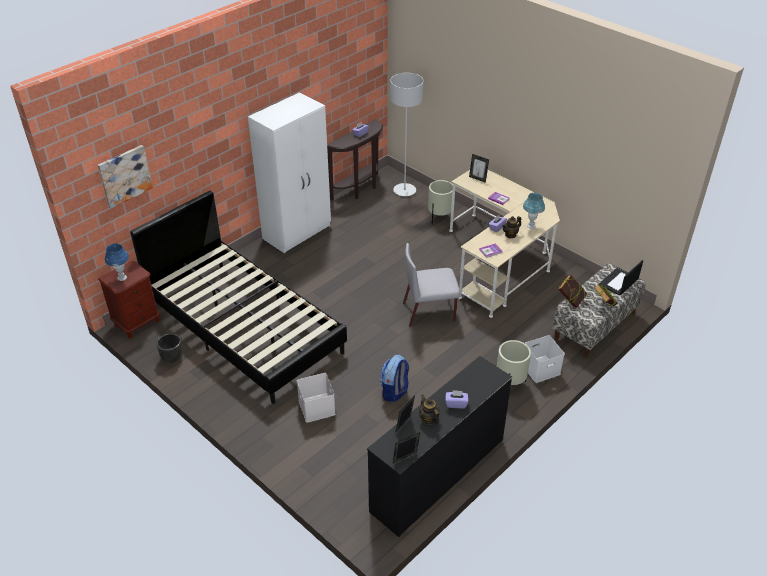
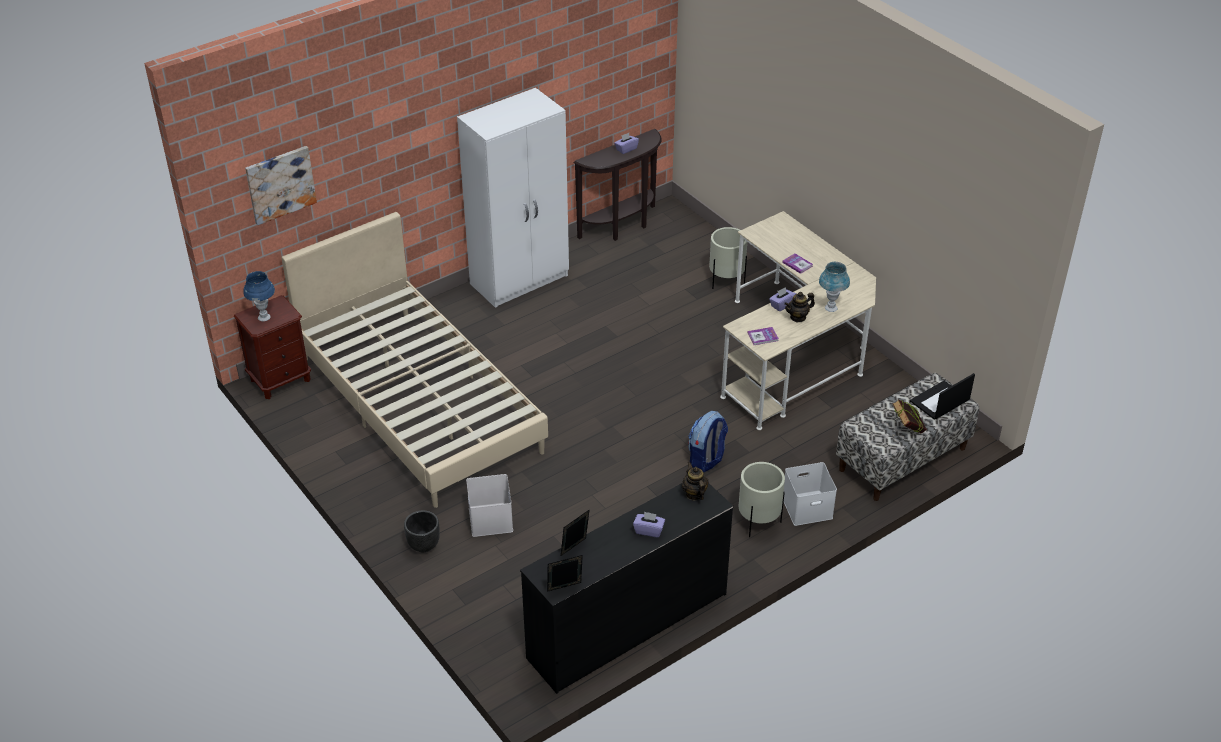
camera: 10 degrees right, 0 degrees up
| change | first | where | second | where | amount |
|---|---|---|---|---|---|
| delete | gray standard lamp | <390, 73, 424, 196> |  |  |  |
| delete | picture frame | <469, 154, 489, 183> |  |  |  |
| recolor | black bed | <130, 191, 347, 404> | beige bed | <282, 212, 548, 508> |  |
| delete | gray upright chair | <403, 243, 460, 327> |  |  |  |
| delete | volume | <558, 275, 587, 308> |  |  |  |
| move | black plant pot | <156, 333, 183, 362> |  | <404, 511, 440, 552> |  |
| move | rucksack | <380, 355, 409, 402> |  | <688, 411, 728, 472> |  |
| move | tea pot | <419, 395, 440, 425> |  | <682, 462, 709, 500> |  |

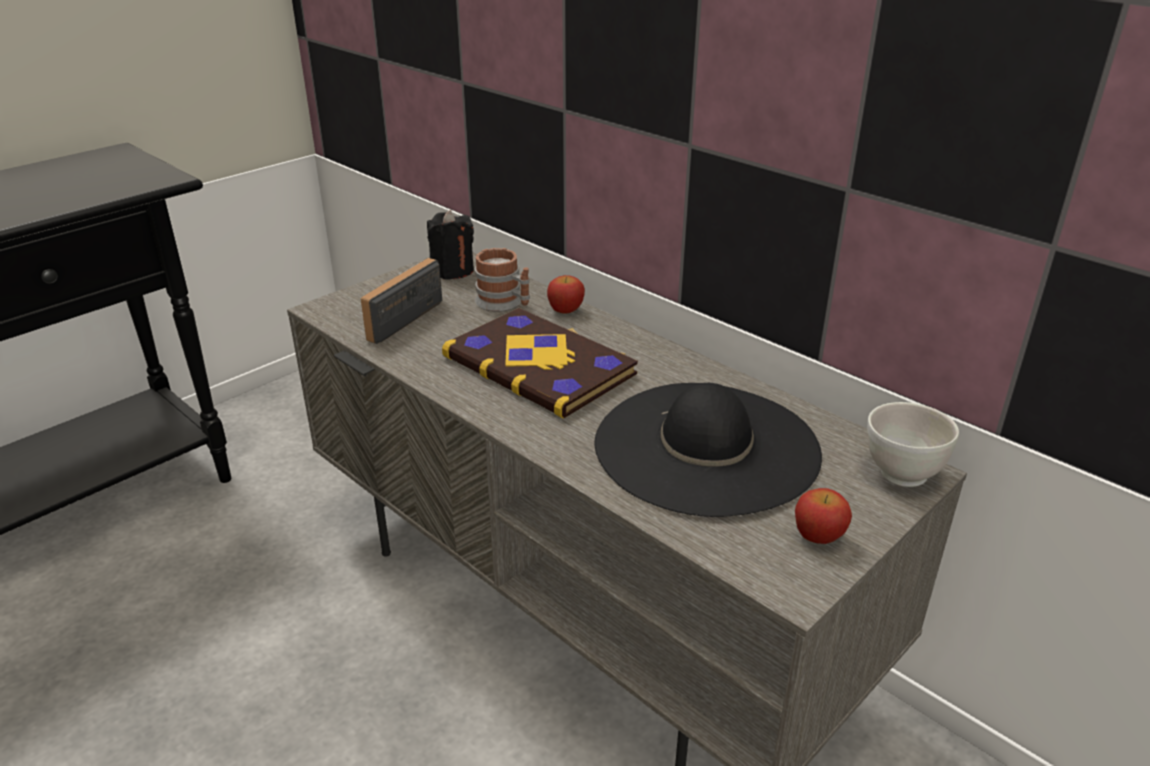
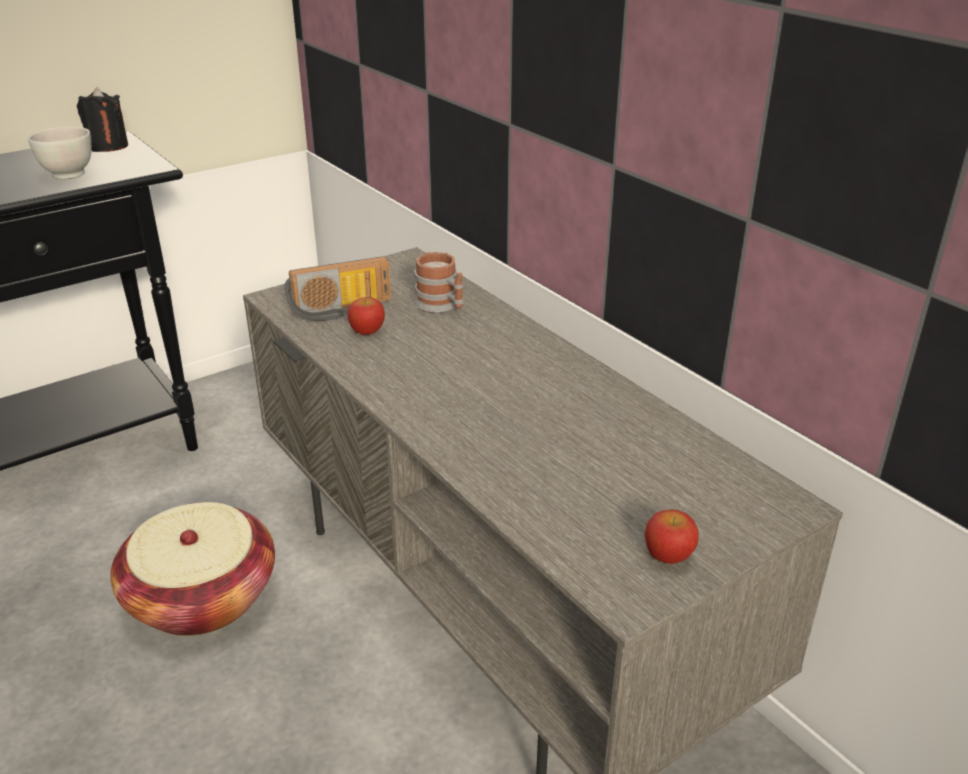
camera: 10 degrees right, 0 degrees up
| change | first | where | second | where | amount |
|---|---|---|---|---|---|
| move | black wax candle | <427, 210, 474, 280> |  | <77, 87, 128, 152> |  |
| rotate | radio receiver | <361, 258, 442, 344> |  | <285, 256, 391, 321> | 150 degrees counterclockwise |
| move | apple fruit | <547, 275, 585, 314> |  | <348, 297, 385, 335> |  |
| delete | volume | <442, 308, 638, 418> |  |  |  |
| delete | black wearable hat | <595, 383, 822, 517> |  |  |  |
| move | white-coloured serving bowl | <867, 402, 959, 487> |  | <28, 127, 92, 179> |  |
| insert |  |  | basket | <111, 502, 275, 636> |  |

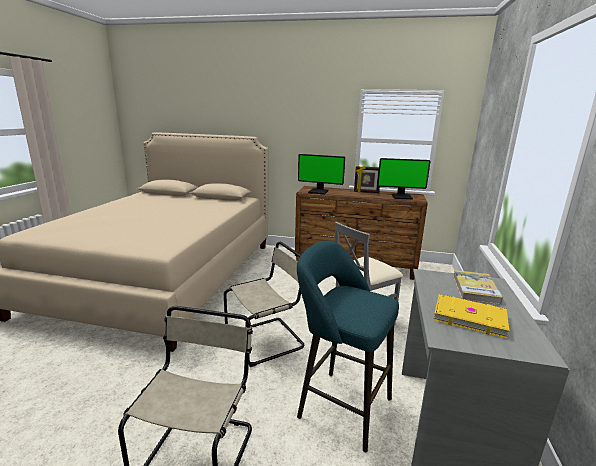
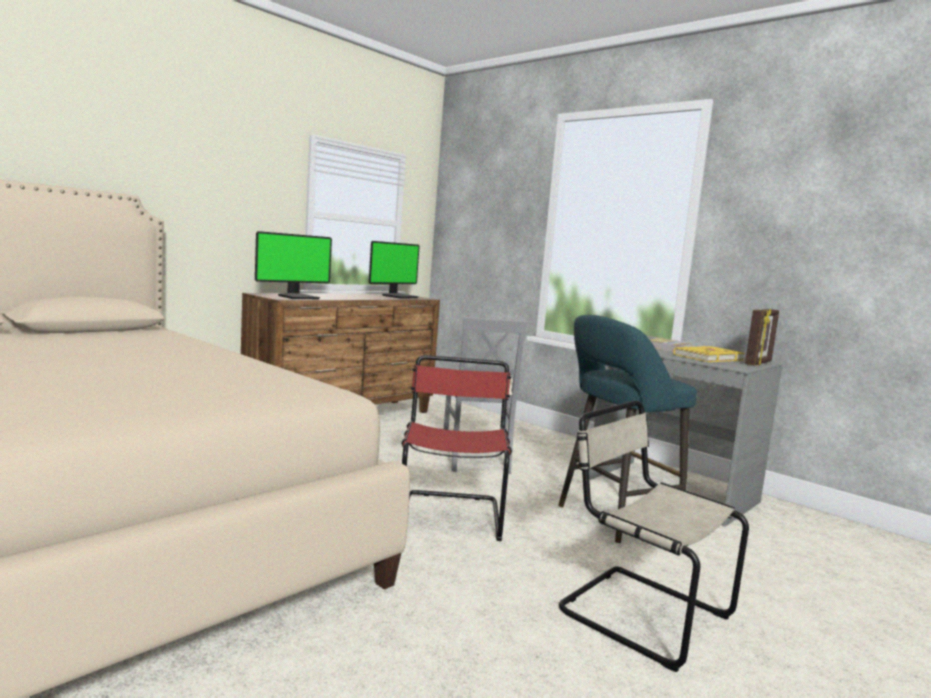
camera: 60 degrees left, 10 degrees down
| change | first | where | second | where | amount |
|---|---|---|---|---|---|
| move | picture frame | <354, 166, 380, 193> |  | <745, 309, 779, 366> |  |
| recolor | beige upright chair | <224, 242, 304, 367> | reddish upright chair | <401, 355, 512, 541> |  |

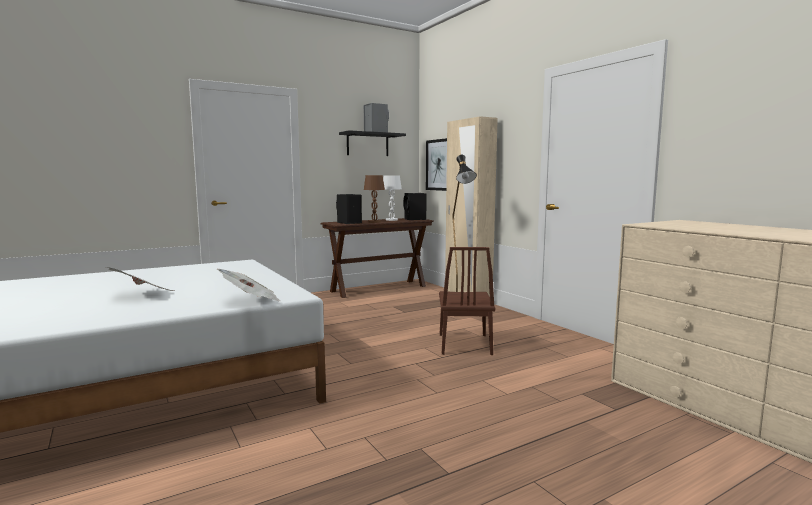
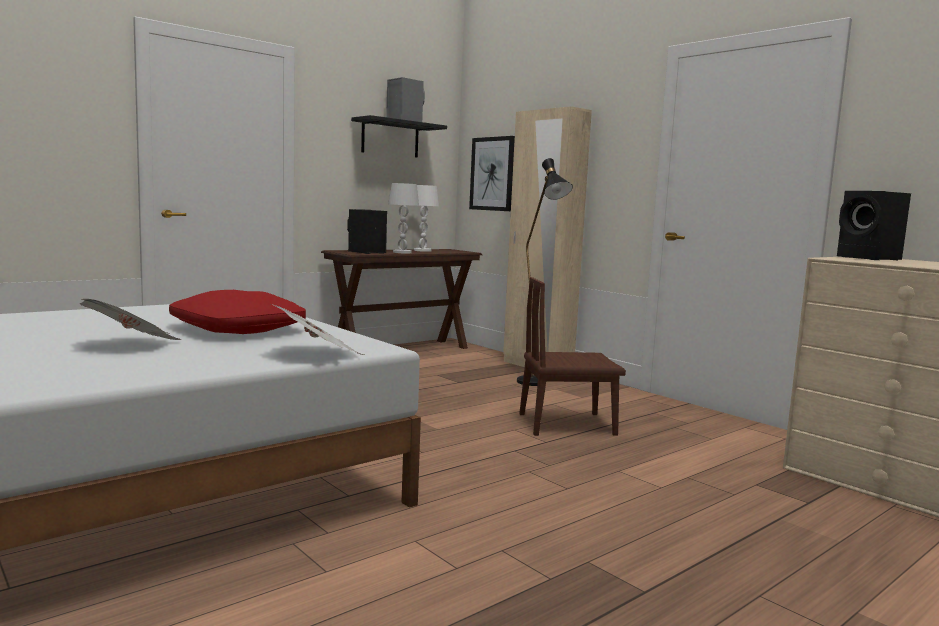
camera: 10 degrees left, 0 degrees up
| change | first | where | second | where | amount |
|---|---|---|---|---|---|
| recolor | brown-coloured lamp for a table | <364, 175, 385, 223> | white-coloured lamp for a table | <388, 183, 419, 253> |  |
| move | black audio speaker | <403, 193, 426, 220> |  | <837, 191, 911, 260> |  |
| rotate | brown-coloured upright chair | <439, 247, 495, 355> |  | <520, 277, 626, 436> | 90 degrees clockwise |
| insert |  |  | reddish cushion | <169, 290, 306, 334> |  |

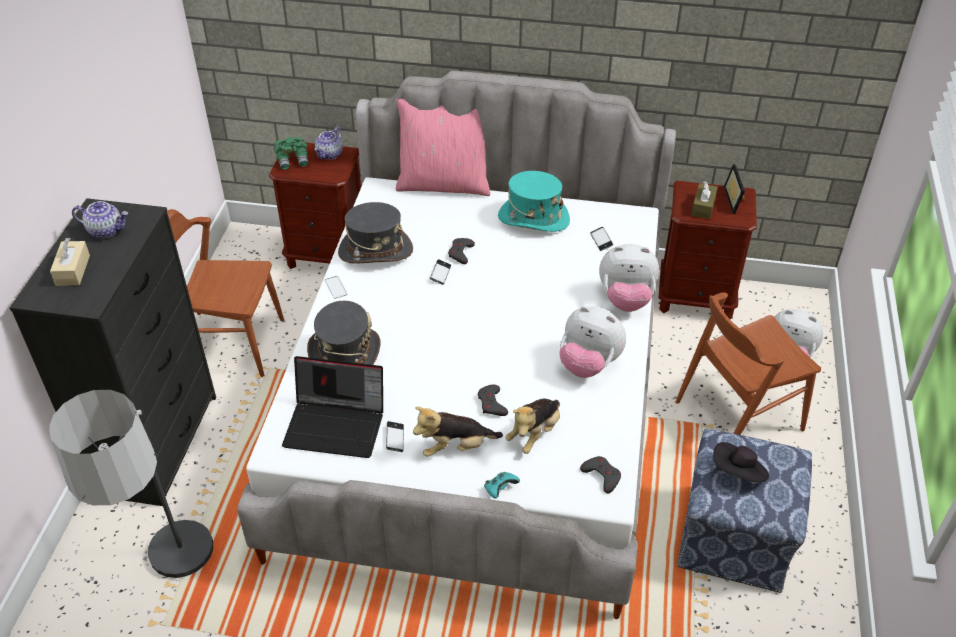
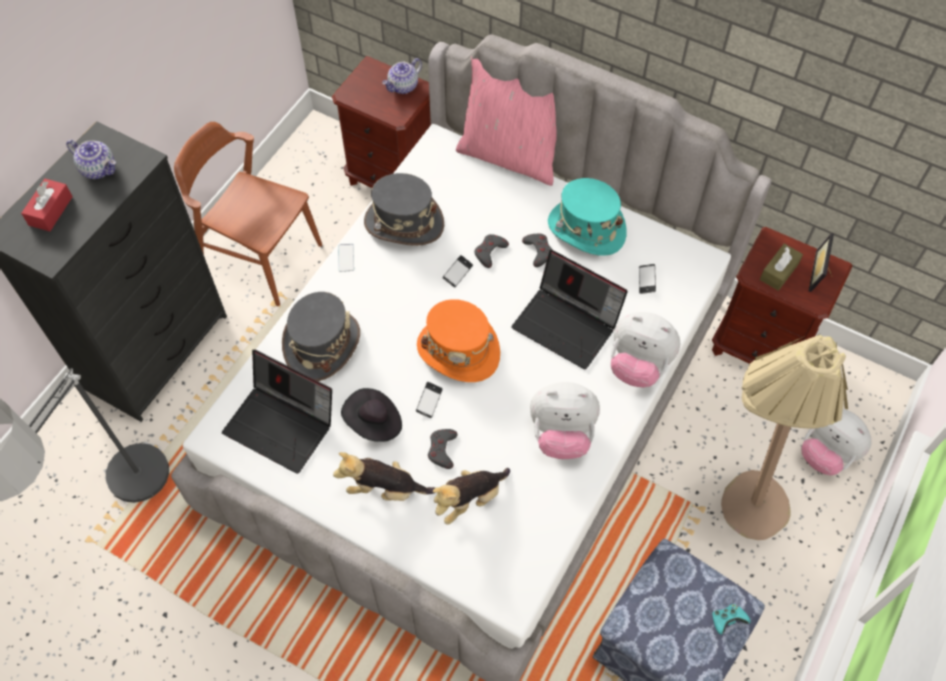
camera: 20 degrees right, 15 degrees up
| change | first | where | second | where | amount |
|---|---|---|---|---|---|
| delete | green binoculars | <274, 136, 308, 170> |  |  |  |
| recolor | beige tissue holder | <50, 238, 90, 286> | reddish tissue holder | <21, 179, 73, 231> |  |
| replace | brown-coloured upright chair | <676, 292, 821, 435> | beige standard lamp | <721, 334, 848, 540> |  |
| rotate | cuddly toy | <559, 306, 626, 378> |  | <530, 382, 600, 459> | 45 degrees counterclockwise |
| move | handset | <386, 421, 404, 452> |  | <416, 382, 443, 418> |  |
| move | black wearable hat | <713, 442, 769, 482> |  | <341, 388, 402, 442> |  |
| move | gray gamepad | <580, 456, 621, 493> |  | <522, 234, 553, 267> |  |
| move | turquoise gamepad | <484, 472, 520, 499> |  | <712, 604, 751, 635> |  |
| insert |  |  | laptop | <511, 250, 628, 369> |  |
| insert |  |  | orange wearable hat | <417, 299, 500, 382> |  |

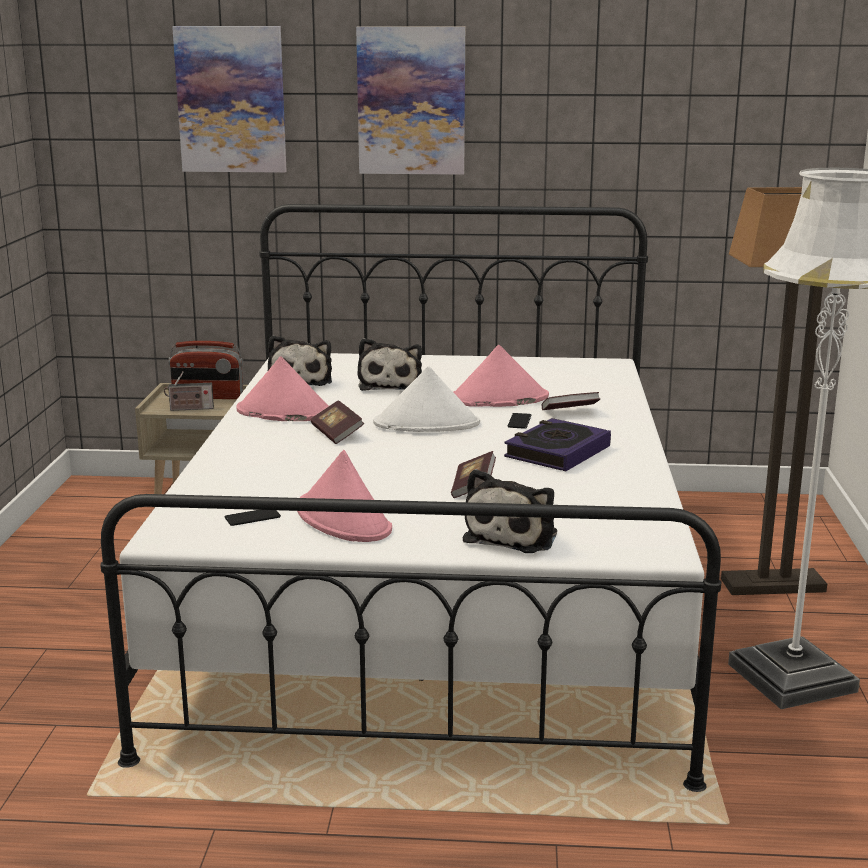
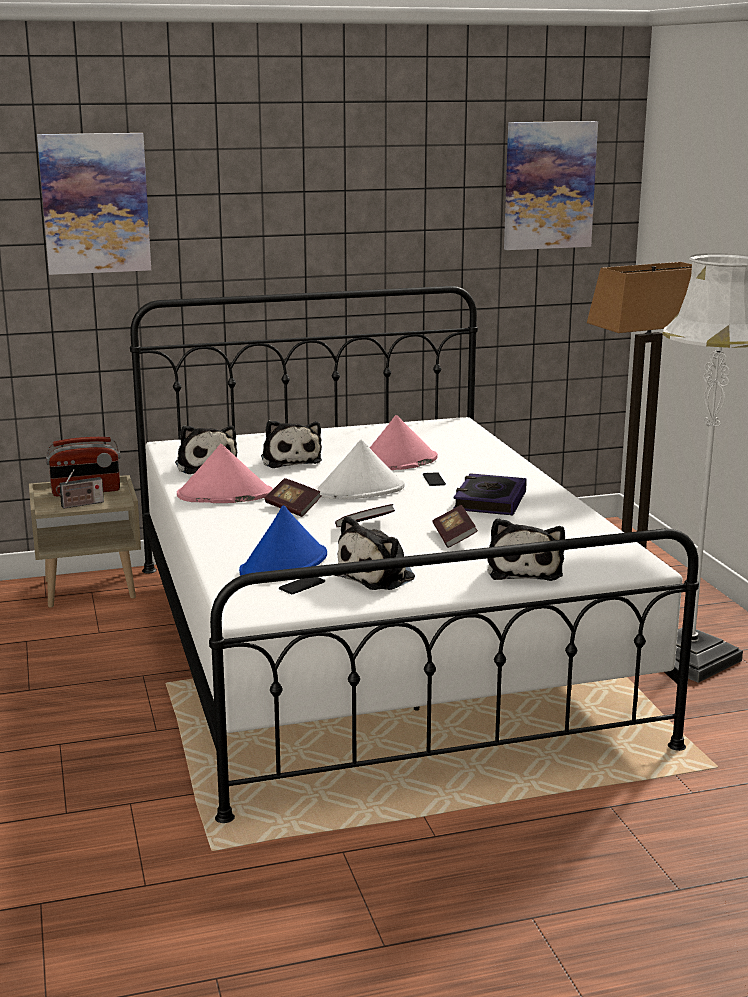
camera: 20 degrees left, 0 degrees up
| change | first | where | second | where | amount |
|---|---|---|---|---|---|
| move | wall picture | <356, 27, 465, 175> |  | <504, 121, 598, 250> |  |
| move | volume | <541, 392, 600, 410> |  | <335, 504, 395, 527> |  |
| replace | pinkish wearable hat | <297, 450, 392, 542> | cuddly toy | <335, 516, 415, 590> |  |
| insert |  |  | blue-coloured wearable hat | <239, 505, 327, 576> |  |

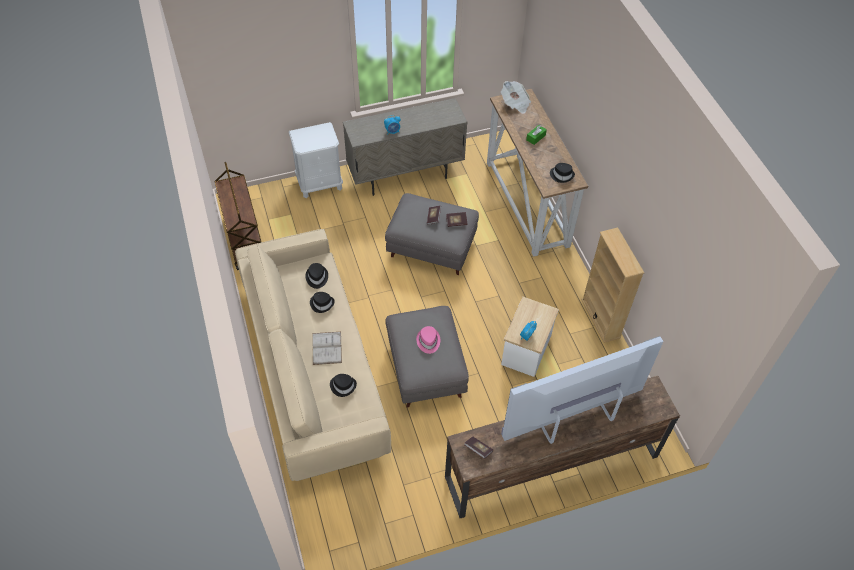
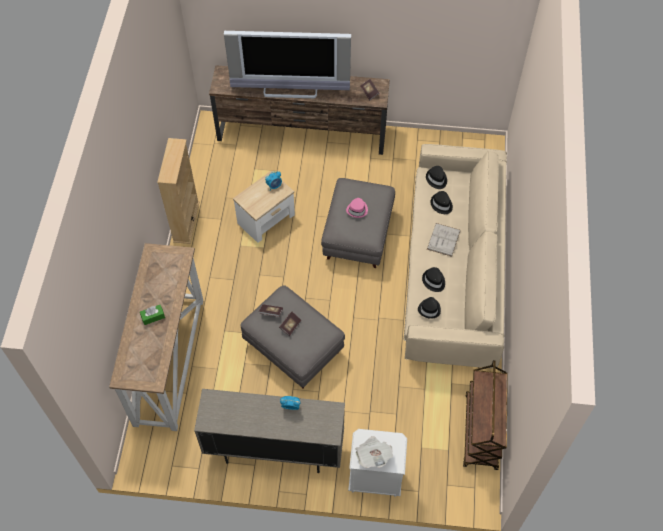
camera: 155 degrees left, 5 degrees up
| change | first | where | second | where | amount |
|---|---|---|---|---|---|
| move | daily paper | <501, 81, 531, 114> |  | <355, 436, 393, 468> |  |
| move | black wearable hat | <550, 163, 575, 183> |  | <426, 166, 447, 189> |  |

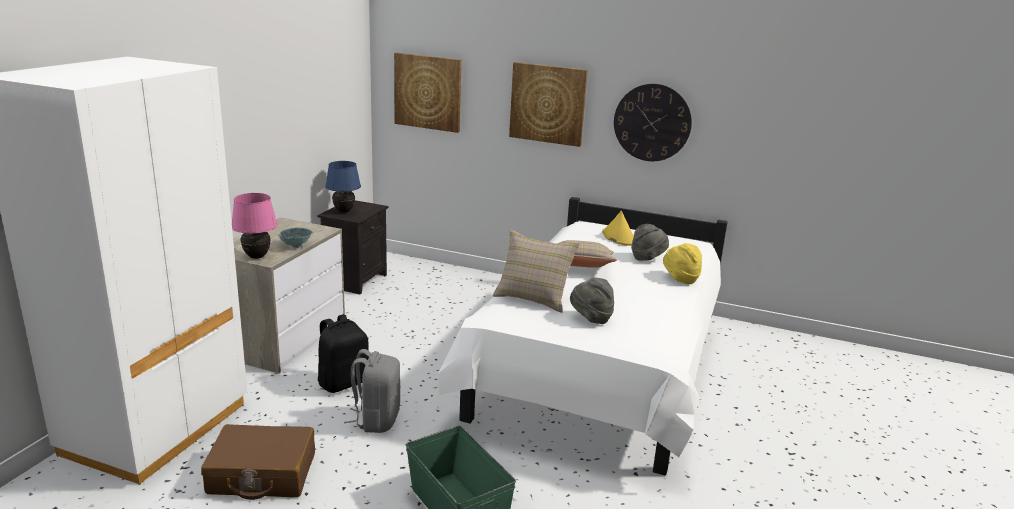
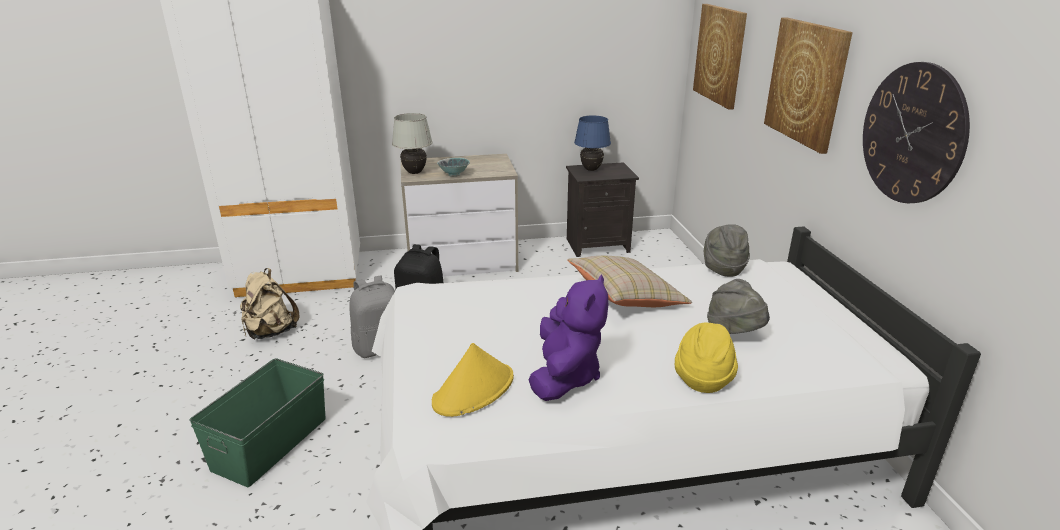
camera: 60 degrees right, 5 degrees up
| change | first | where | second | where | amount |
|---|---|---|---|---|---|
| recolor | pinkish lamp for a table | <232, 193, 277, 259> | white-coloured lamp for a table | <392, 113, 433, 174> |  |
| move | yellow-coloured wearable hat | <602, 211, 634, 246> |  | <432, 343, 514, 417> |  |
| delete | beige cushion | <493, 230, 580, 313> |  |  |  |
| move | gray wearable hat | <570, 278, 614, 324> |  | <704, 224, 750, 277> |  |
| replace | brown-coloured travel case | <201, 424, 315, 500> | beige rucksack | <240, 268, 300, 339> |  |
| insert |  |  | purplish cuddly toy | <529, 274, 608, 401> |  |

